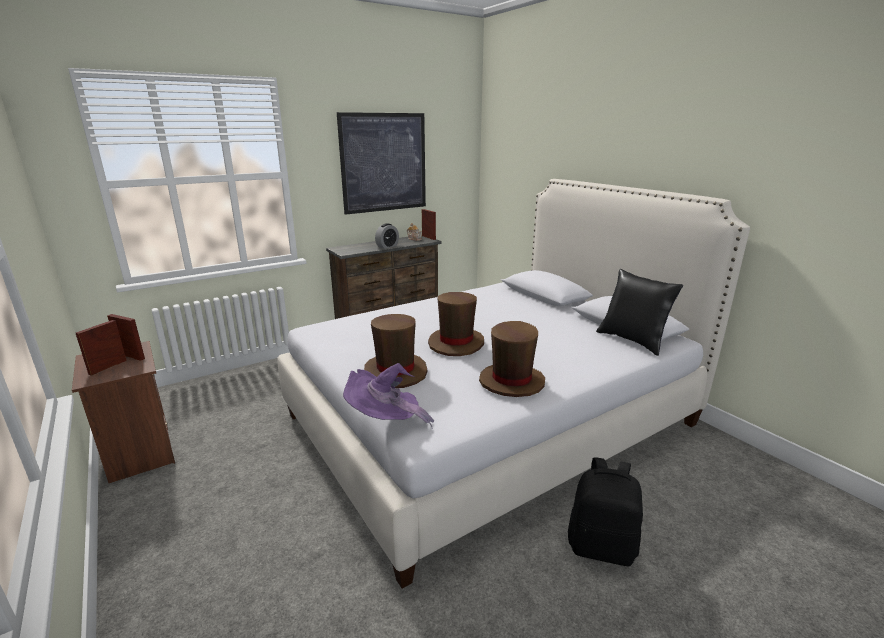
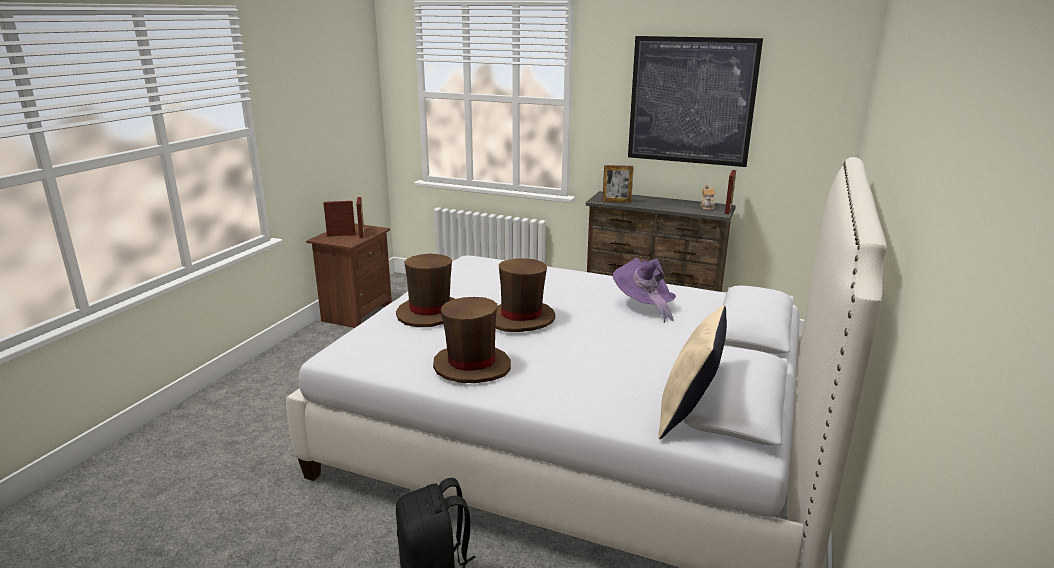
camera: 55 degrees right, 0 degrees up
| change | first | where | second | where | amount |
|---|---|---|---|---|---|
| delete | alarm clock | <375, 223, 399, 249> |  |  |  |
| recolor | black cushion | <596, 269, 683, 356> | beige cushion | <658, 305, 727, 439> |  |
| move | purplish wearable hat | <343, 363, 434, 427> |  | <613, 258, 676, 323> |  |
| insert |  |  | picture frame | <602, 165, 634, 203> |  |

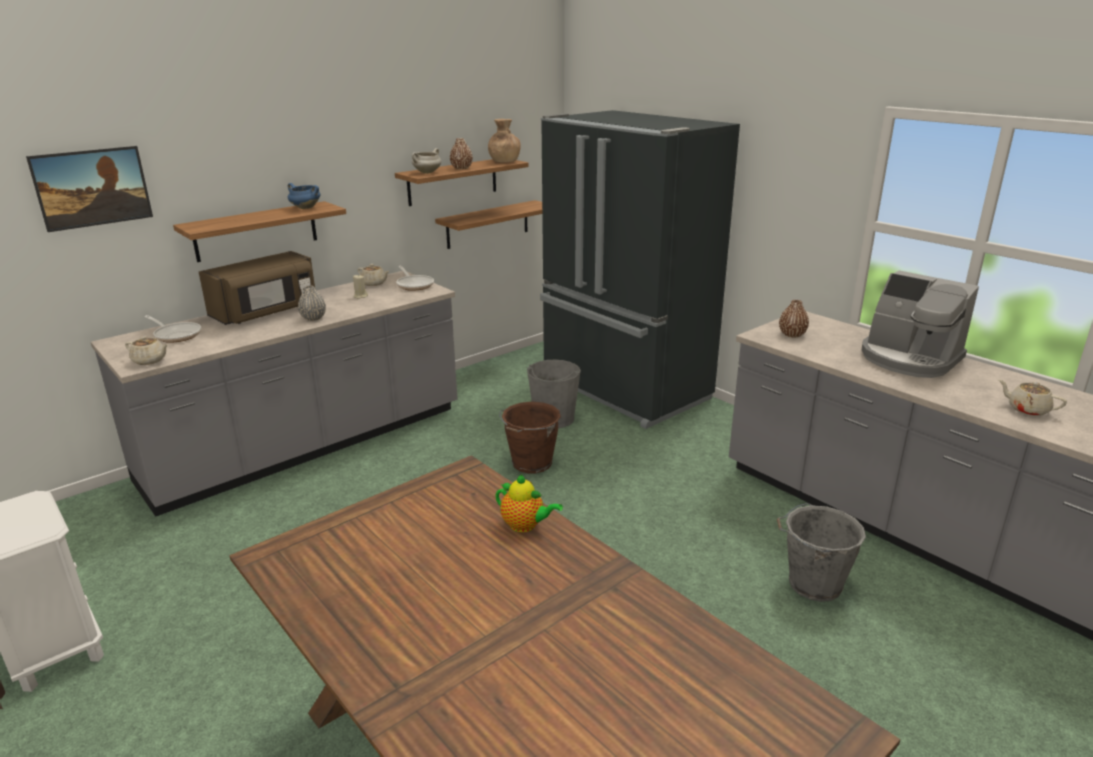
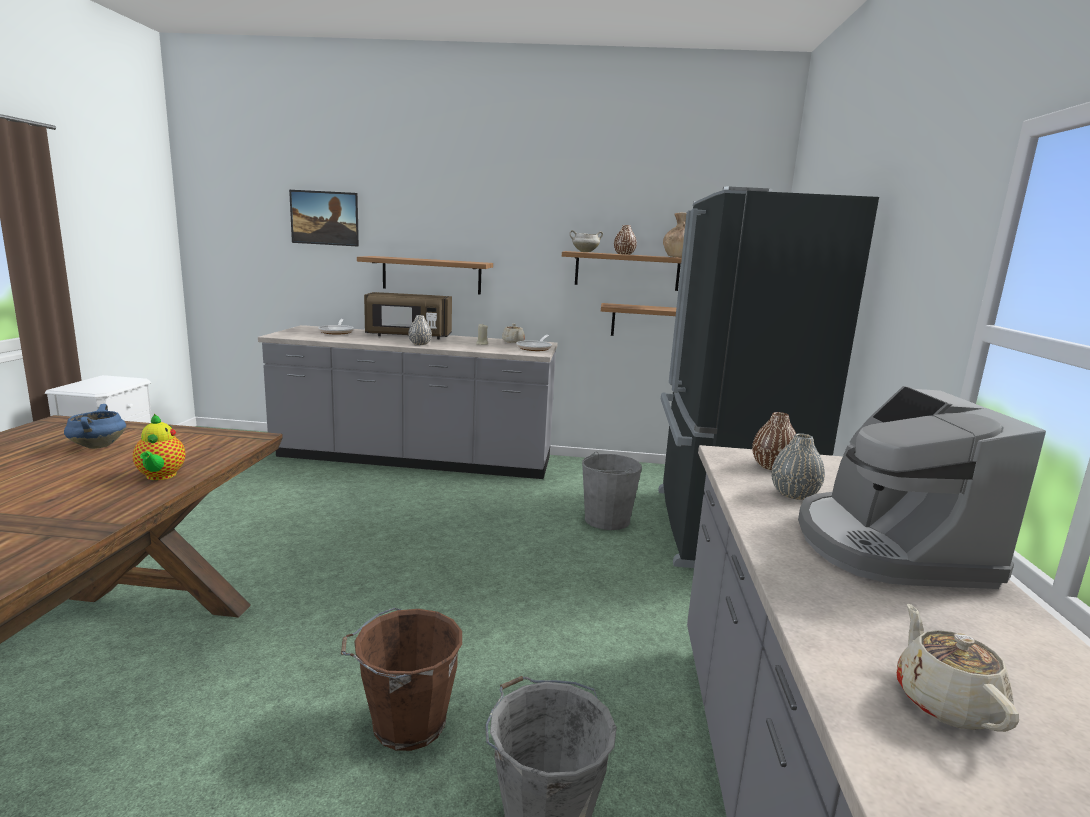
camera: 45 degrees right, 10 degrees down
| change | first | where | second | where | amount |
|---|---|---|---|---|---|
| move | blue-coloured saucepot | <288, 183, 320, 209> |  | <64, 404, 126, 449> |  |
| delete | beige tea pot | <125, 336, 169, 365> |  |  |  |
| move | brown-coloured water bucket | <499, 402, 561, 473> |  | <341, 608, 462, 751> |  |
| insert |  |  | gray flower vase | <771, 433, 825, 500> |  |

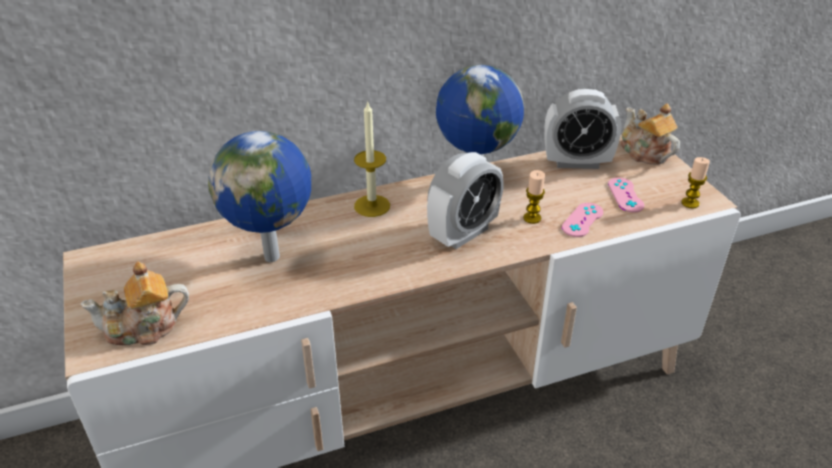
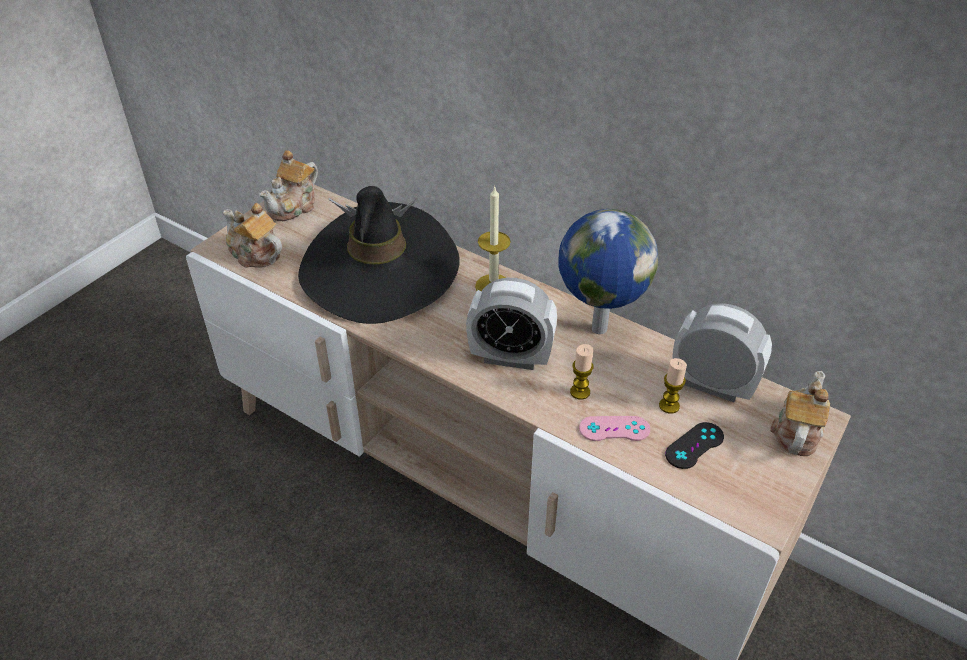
camera: 55 degrees right, 5 degrees up
| change | first | where | second | where | amount |
|---|---|---|---|---|---|
| rotate | alarm clock | <544, 89, 622, 169> |  | <672, 304, 772, 402> | 150 degrees clockwise |
| replace | world globe | <208, 131, 311, 262> | black wearable hat | <298, 186, 460, 324> |  |
| move | wax candle | <681, 157, 710, 209> |  | <659, 358, 687, 414> |  |
| recolor | pinkish gamepad | <608, 178, 644, 213> | black gamepad | <665, 422, 724, 469> |  |
| insert |  |  | tea pot | <260, 150, 318, 221> |  |

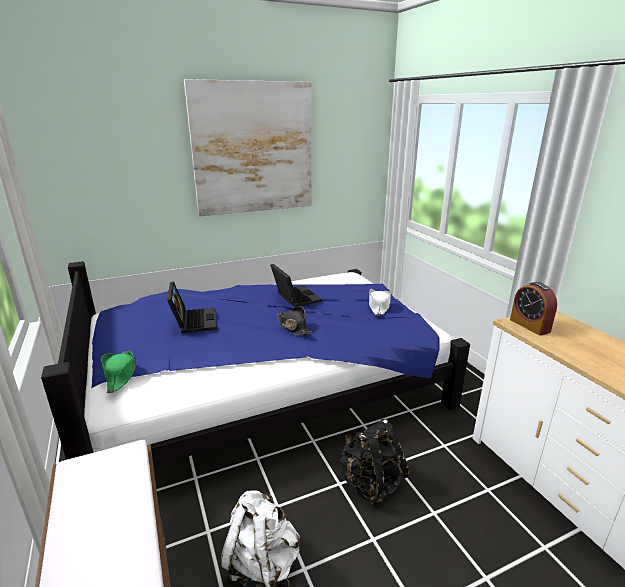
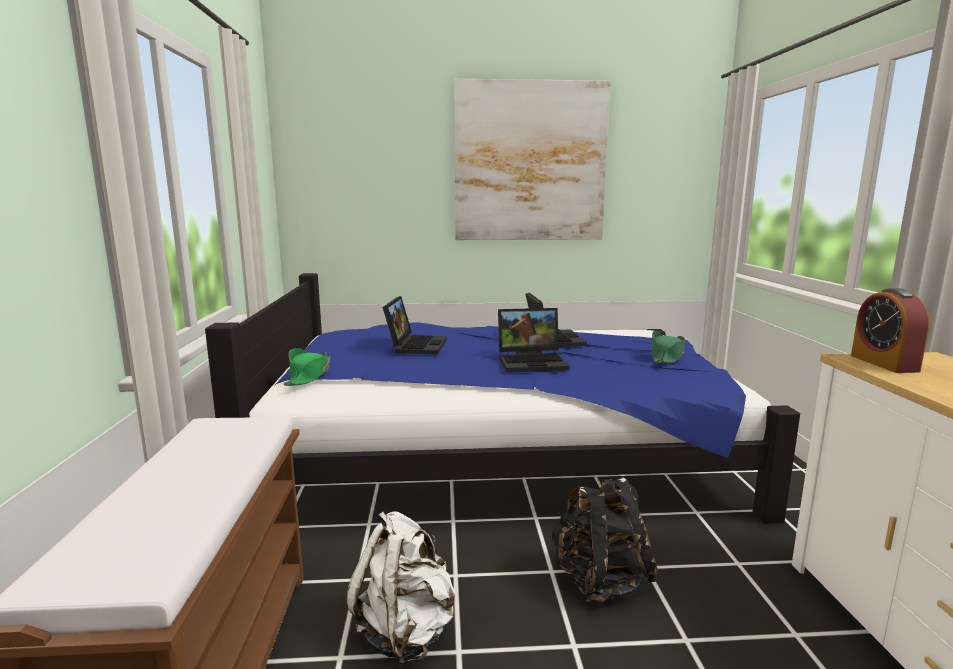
camera: 20 degrees right, 10 degrees down
| change | first | where | second | where | amount |
|---|---|---|---|---|---|
| recolor | white-coloured wearable hat | <369, 289, 391, 316> | green wearable hat | <652, 331, 685, 364> |  |
| replace | black wearable hat | <277, 306, 312, 335> | laptop | <498, 308, 570, 373> |  |

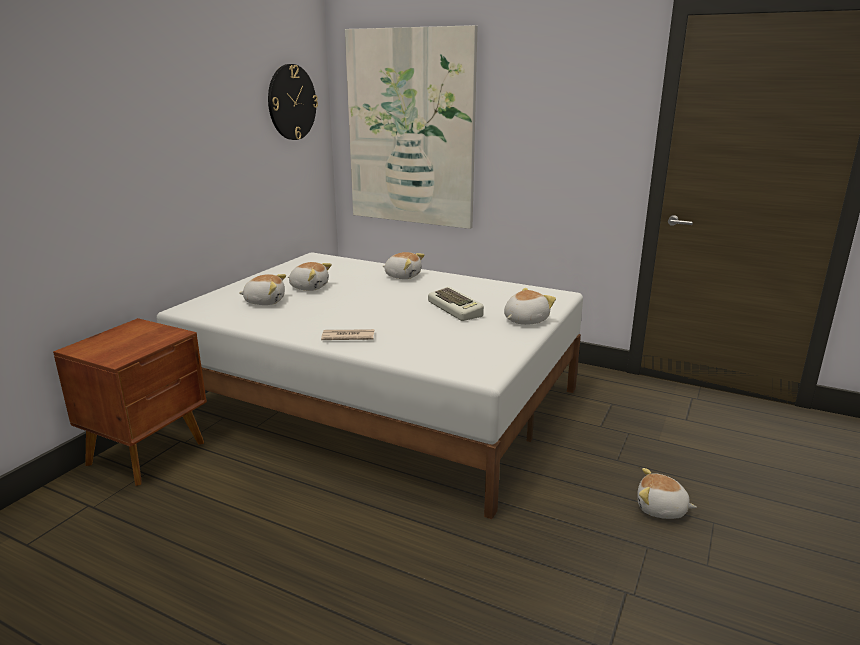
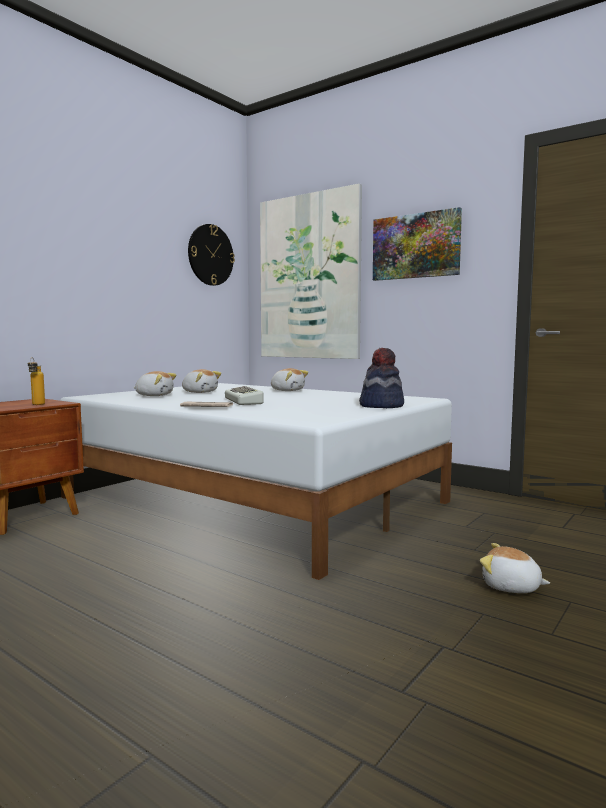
camera: 10 degrees right, 15 degrees down
| change | first | where | second | where | amount |
|---|---|---|---|---|---|
| move | keyboard | <428, 287, 484, 321> |  | <225, 386, 263, 405> |  |
| replace | cuddly toy | <504, 288, 556, 325> | wearable hat | <359, 348, 404, 408> |  |
| insert |  |  | wall picture | <373, 207, 462, 281> |  |
| insert |  |  | beverage bottle | <28, 357, 45, 405> |  |

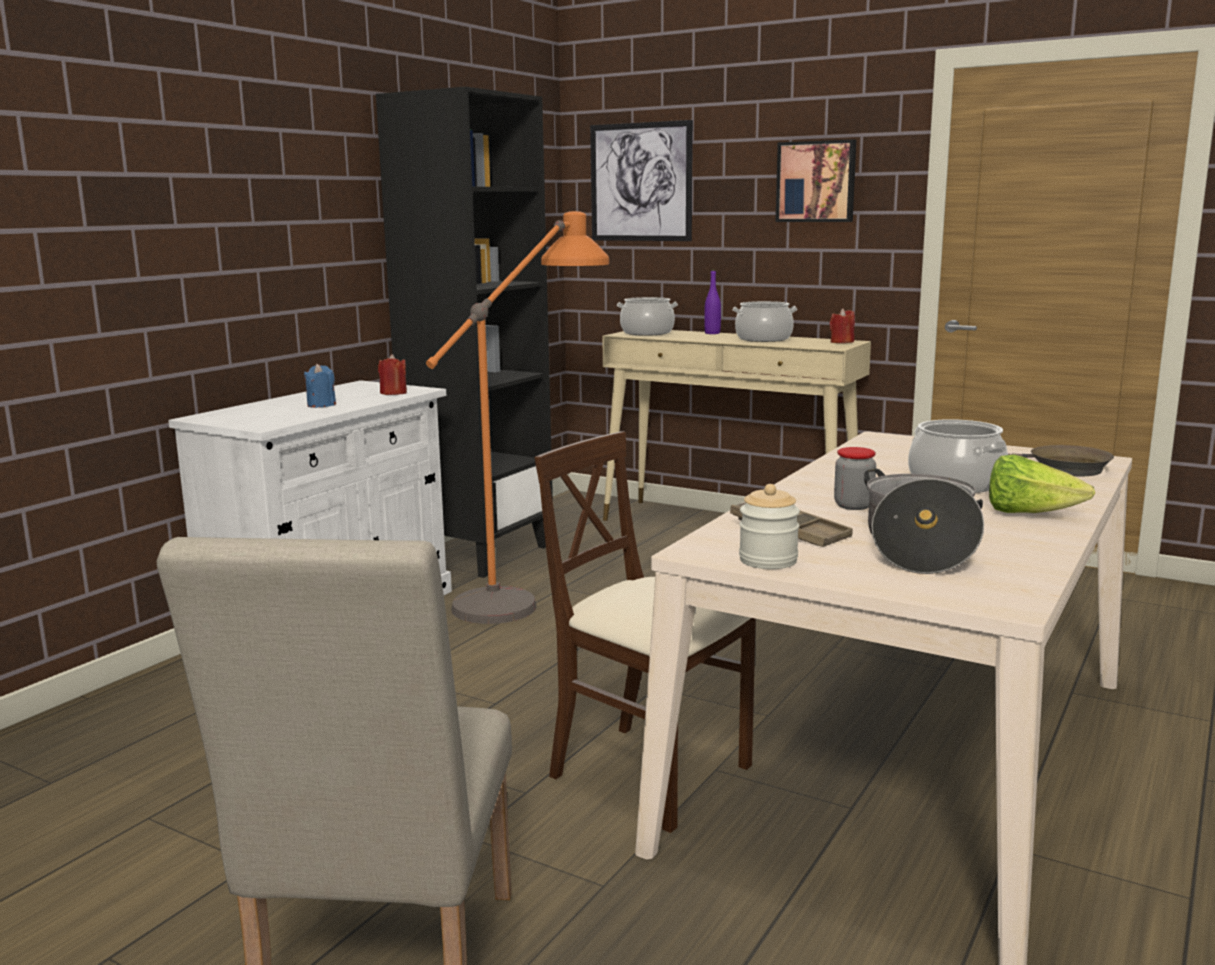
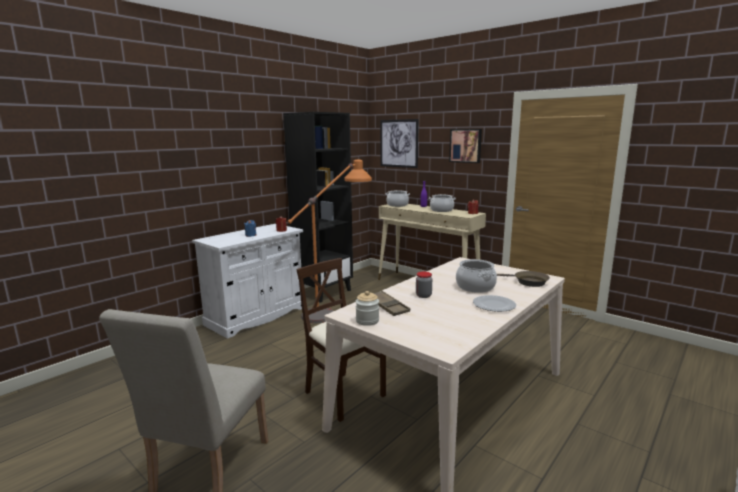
camera: 10 degrees right, 0 degrees up
| change | first | where | second | where | amount |
|---|---|---|---|---|---|
| replace | lettuce head | <989, 454, 1095, 513> | flat dish | <473, 295, 516, 312> |  |
| delete | saucepot | <864, 469, 984, 574> |  |  |  |

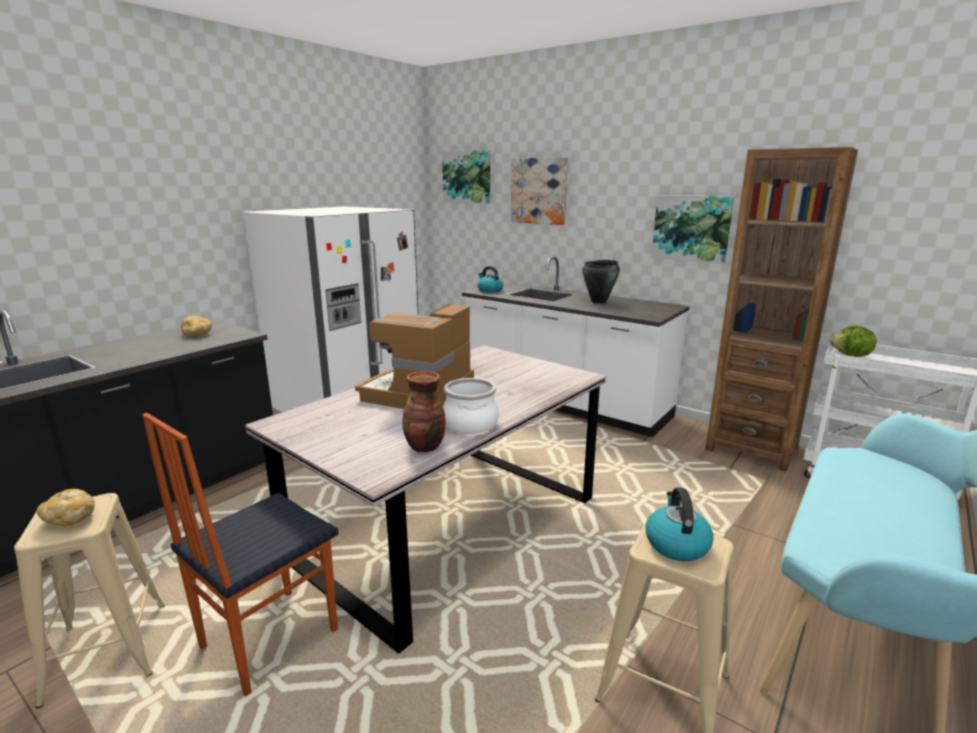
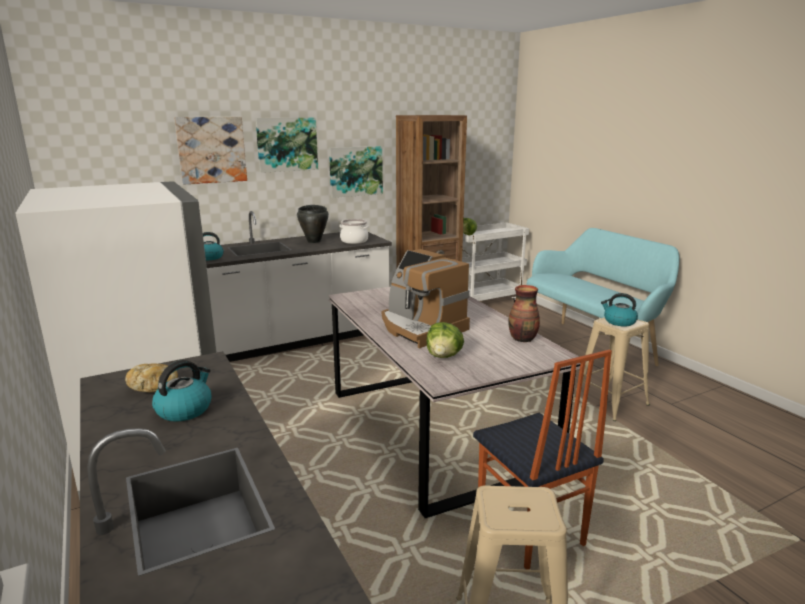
camera: 65 degrees left, 0 degrees up
| change | first | where | second | where | amount |
|---|---|---|---|---|---|
| move | wall picture | <442, 150, 490, 204> |  | <255, 118, 318, 173> |  |
| move | saucepot | <443, 378, 499, 434> |  | <340, 219, 369, 244> |  |
| delete | bakery bread | <37, 489, 95, 526> |  |  |  |
| insert |  |  | lettuce head | <426, 322, 464, 358> |  |
| insert |  |  | water kettle | <152, 360, 212, 422> |  |

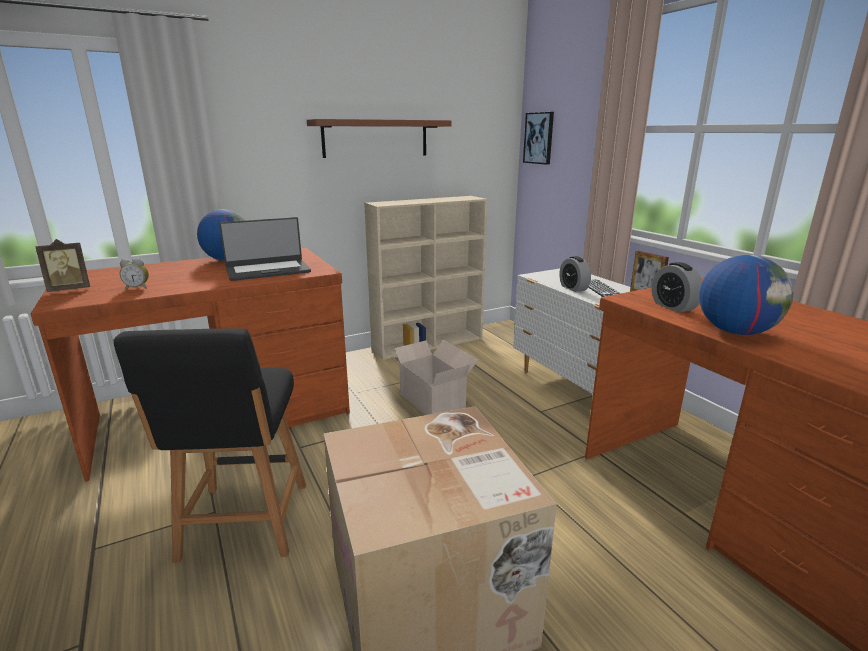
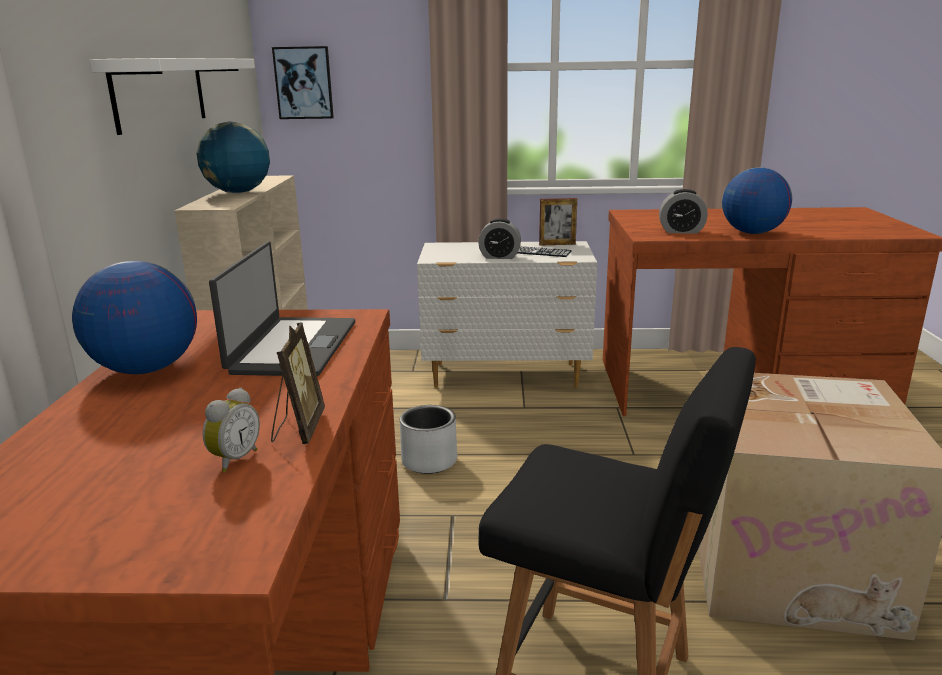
camera: 60 degrees left, 0 degrees up
| change | first | where | second | where | amount |
|---|---|---|---|---|---|
| recolor | brown-coloured wall shelf | <307, 119, 452, 158> | white-coloured wall shelf | <89, 58, 255, 135> |  |
| move | picture frame | <35, 239, 90, 292> |  | <271, 322, 325, 444> |  |
| replace | cardboard box | <388, 340, 478, 415> | gray plant pot | <400, 405, 457, 474> |  |
| insert |  |  | world globe | <197, 121, 270, 193> |  |

